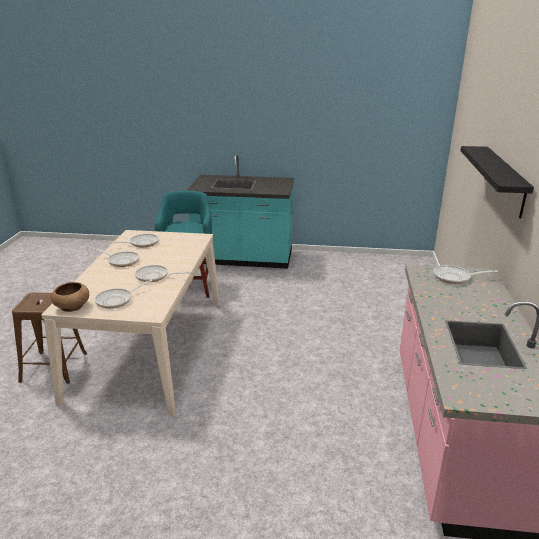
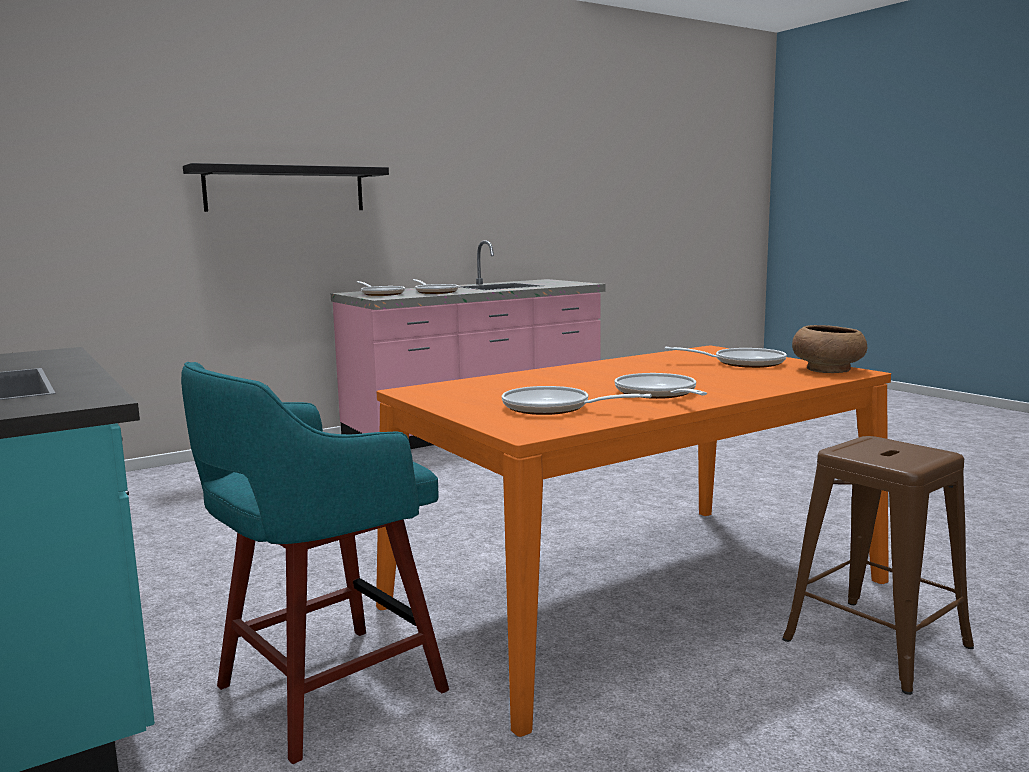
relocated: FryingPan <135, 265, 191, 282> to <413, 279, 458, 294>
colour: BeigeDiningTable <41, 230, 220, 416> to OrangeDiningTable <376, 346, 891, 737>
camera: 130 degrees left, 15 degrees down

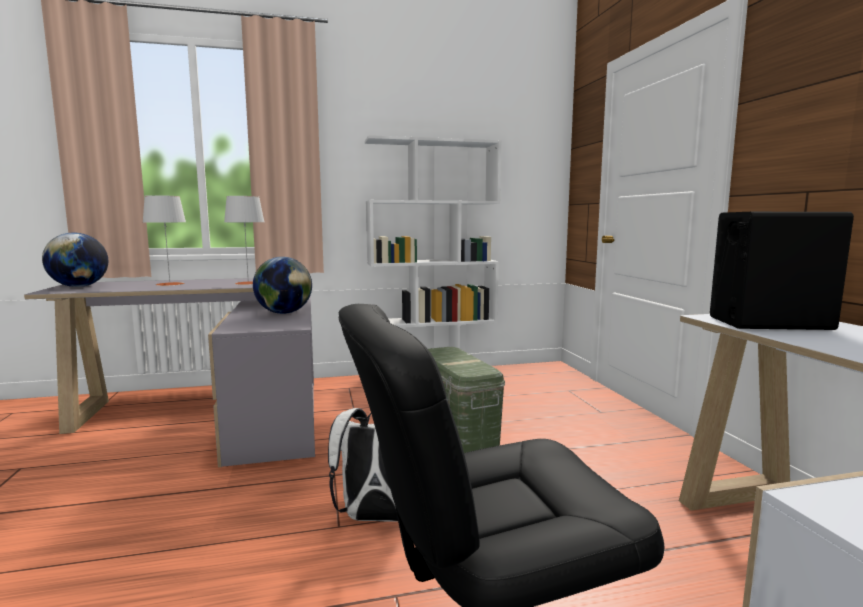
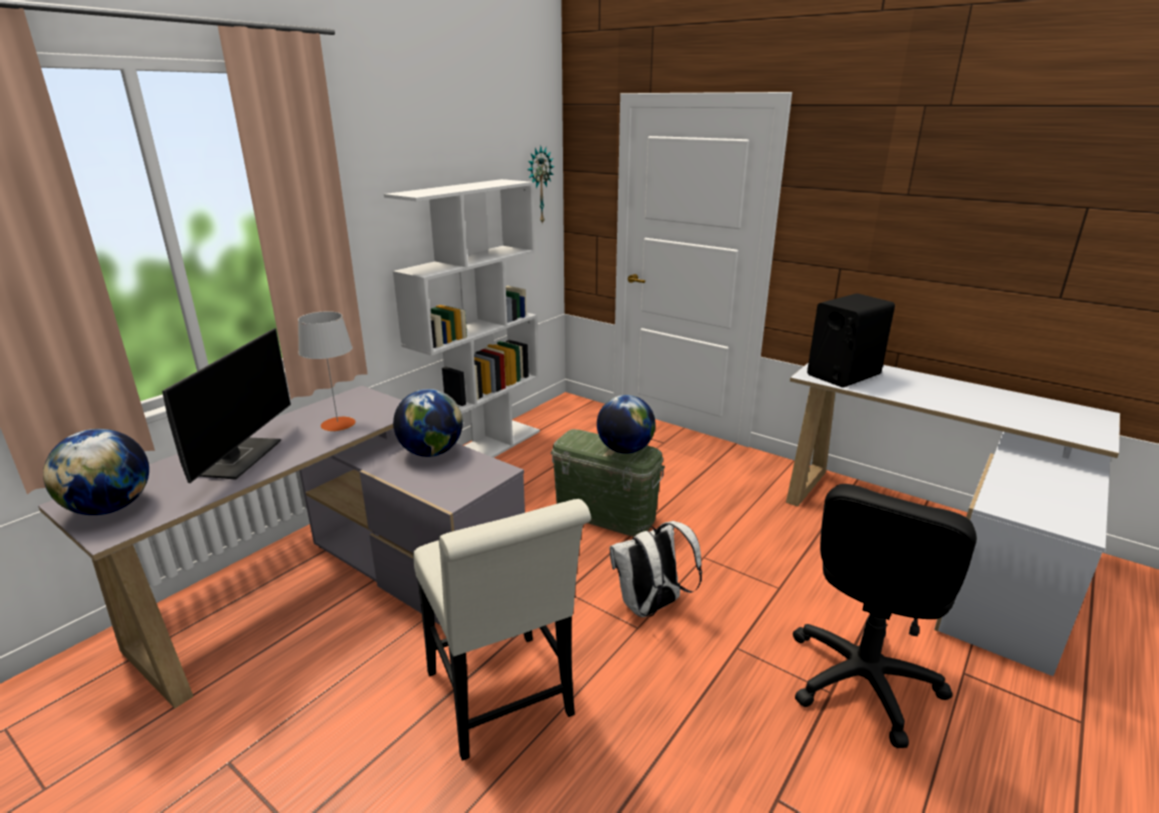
appeared: WhiteChair <413, 499, 591, 761>; WallClock <527, 146, 554, 225>; Globe <597, 395, 656, 454>
exchanged: GreyTableLamp <143, 195, 186, 286> to Monitor <162, 328, 291, 483>
camera: 40 degrees left, 15 degrees up

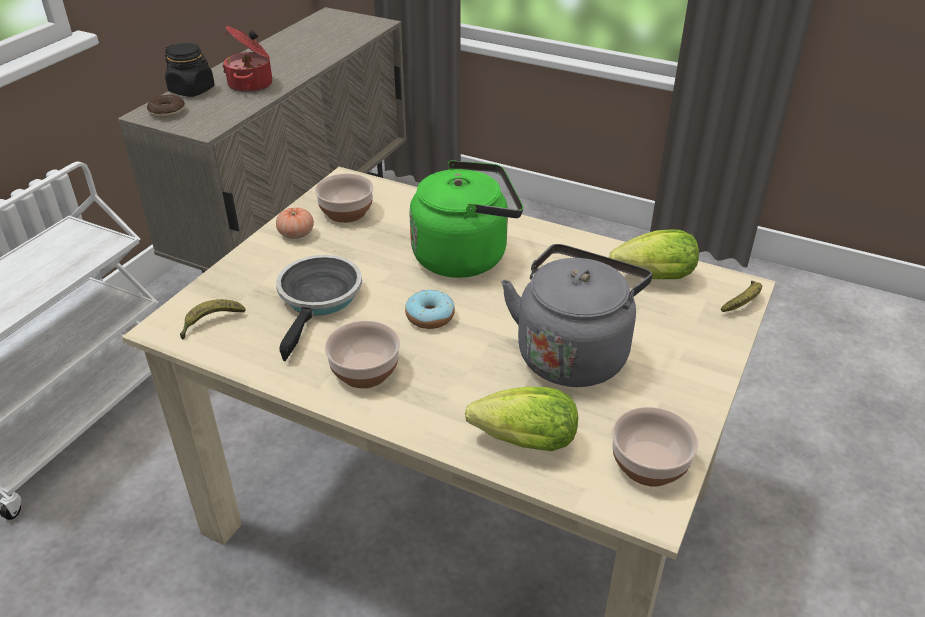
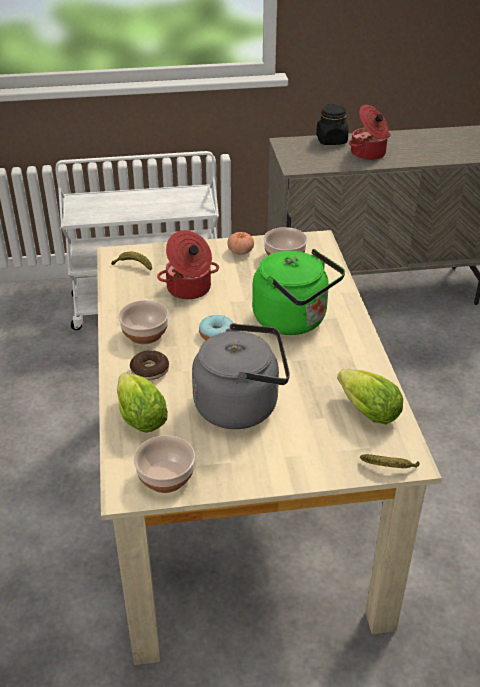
relocated: Donut <147, 95, 185, 118> to <130, 350, 169, 381>
exchanged: FryingPan <276, 255, 362, 361> to CookingPot <157, 230, 219, 299>
camera: 55 degrees right, 0 degrees up

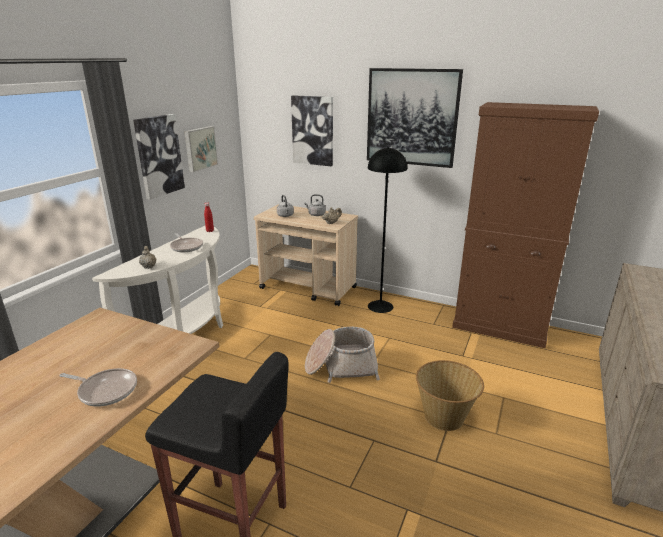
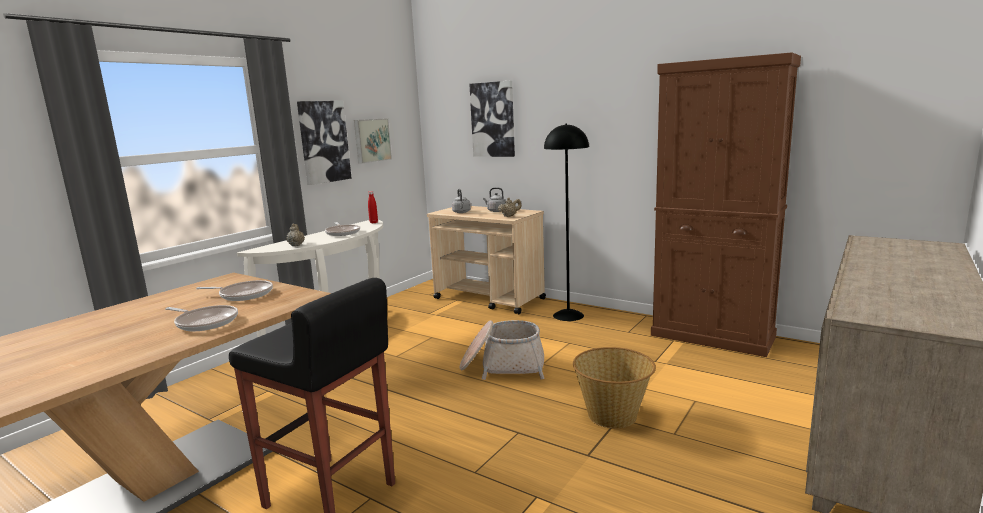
missing: Picture <367, 68, 463, 168>
appeared: FryingPan <196, 280, 273, 301>
camera: 10 degrees right, 10 degrees down

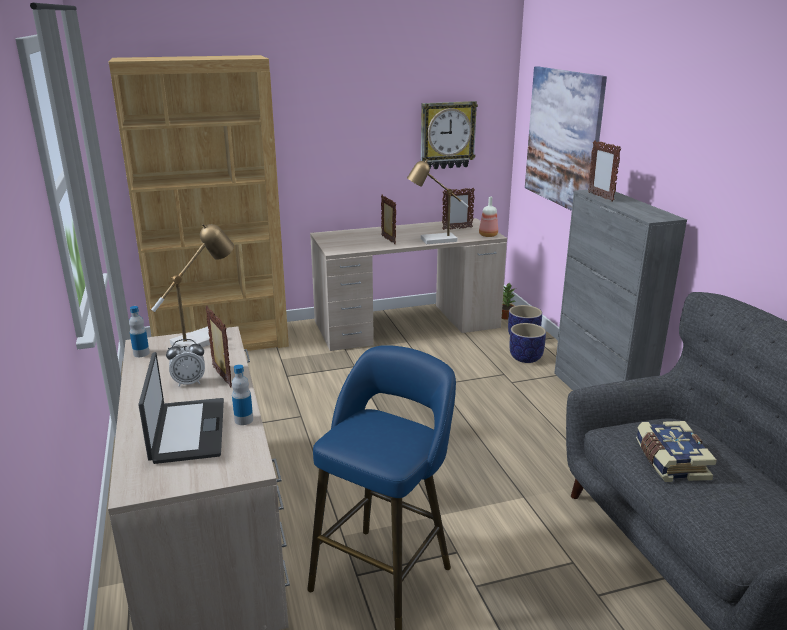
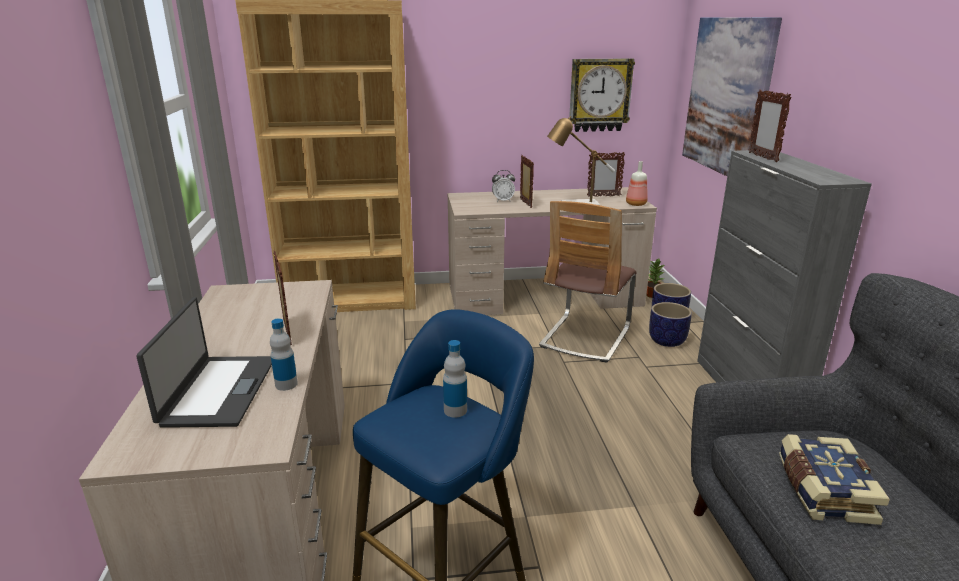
missing: TableLamp <151, 224, 234, 348>
appeared: Chair <539, 201, 636, 362>
relocated: Bottle <129, 306, 150, 357> to <443, 340, 467, 418>; AlarmClock <166, 339, 205, 387> to <492, 170, 515, 202>
camera: 10 degrees right, 0 degrees up

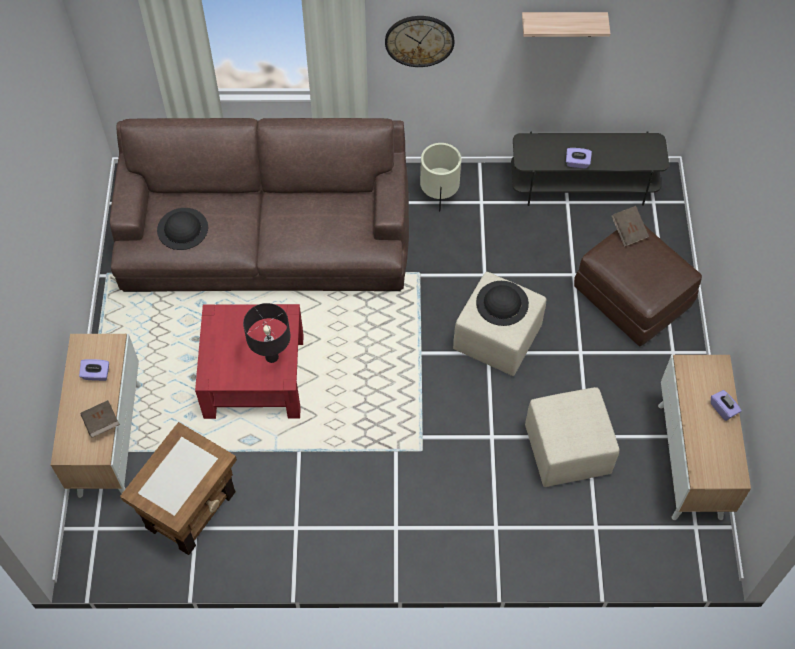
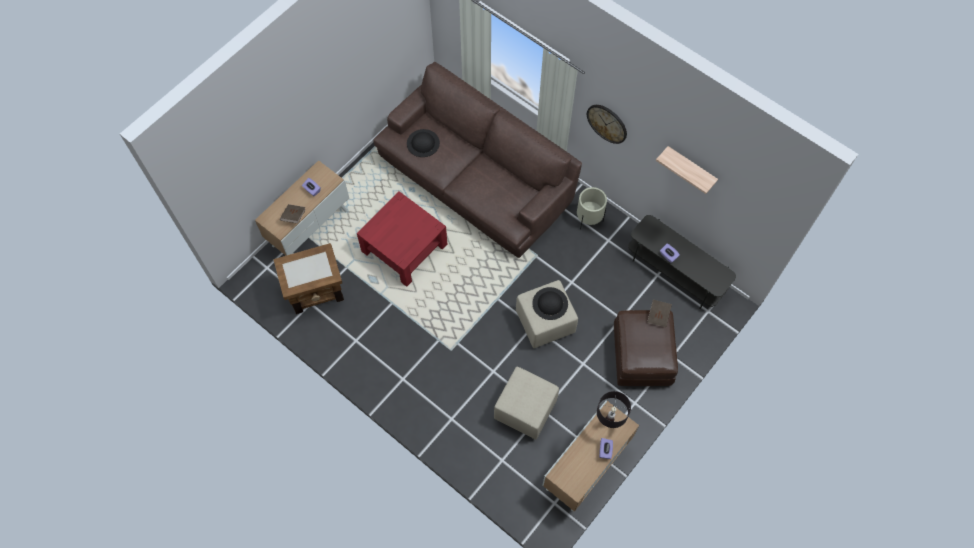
relocated: BlackTableLamp <243, 303, 291, 363> to <597, 391, 631, 428>
camera: 40 degrees right, 5 degrees up

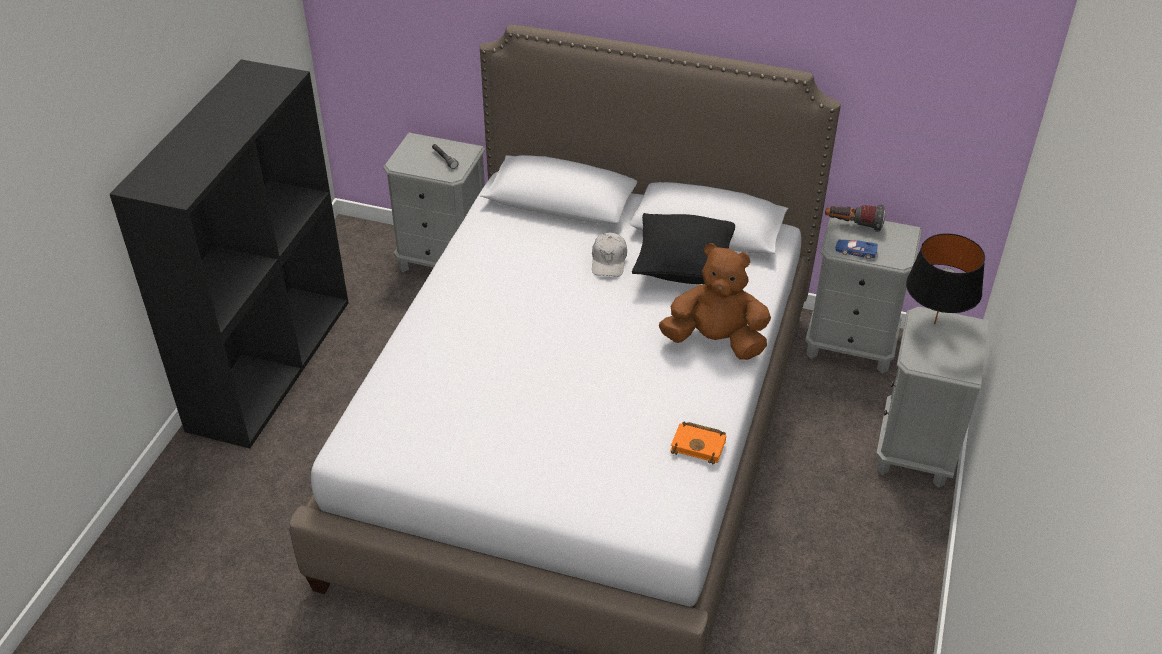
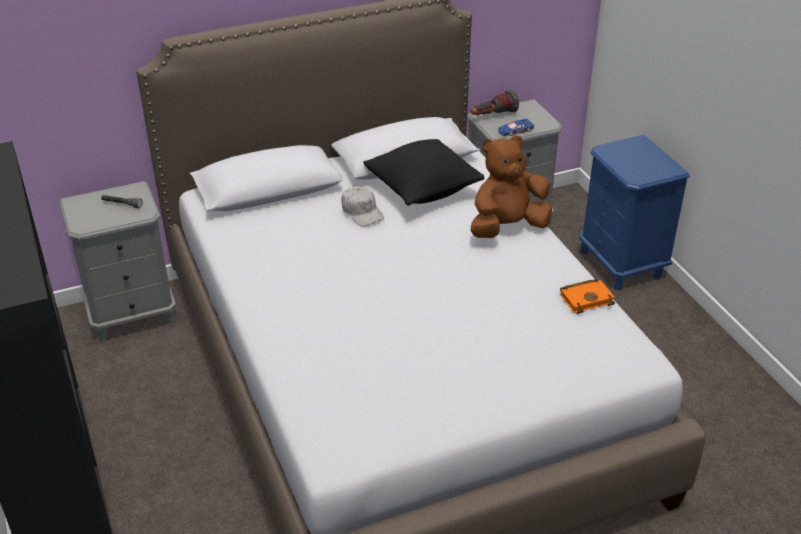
missing: BlackTableLamp <906, 233, 985, 325>
colour: GreyNightstand <876, 307, 989, 488> to BlueNightstand <579, 135, 690, 291>
camera: 40 degrees left, 5 degrees down

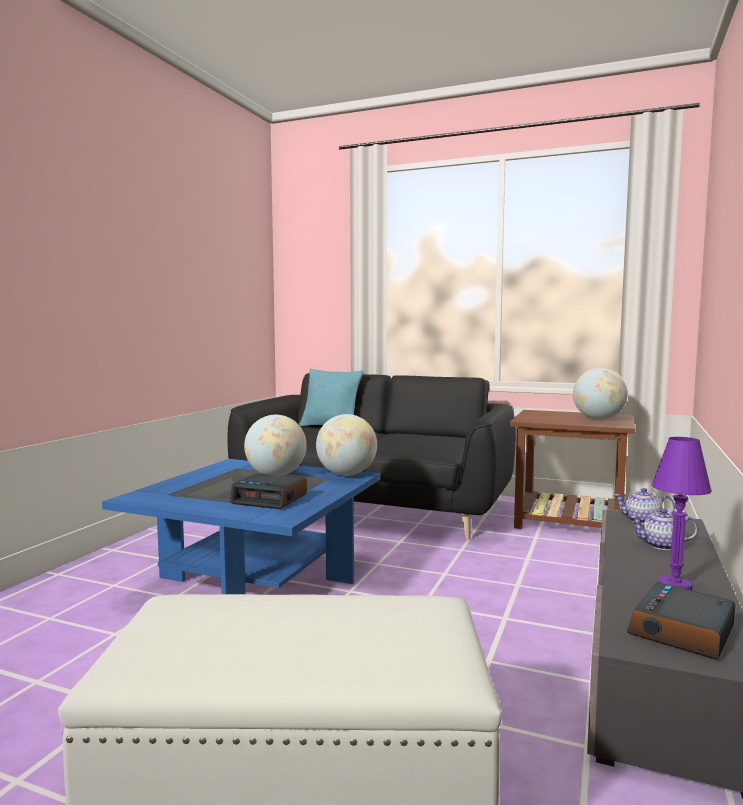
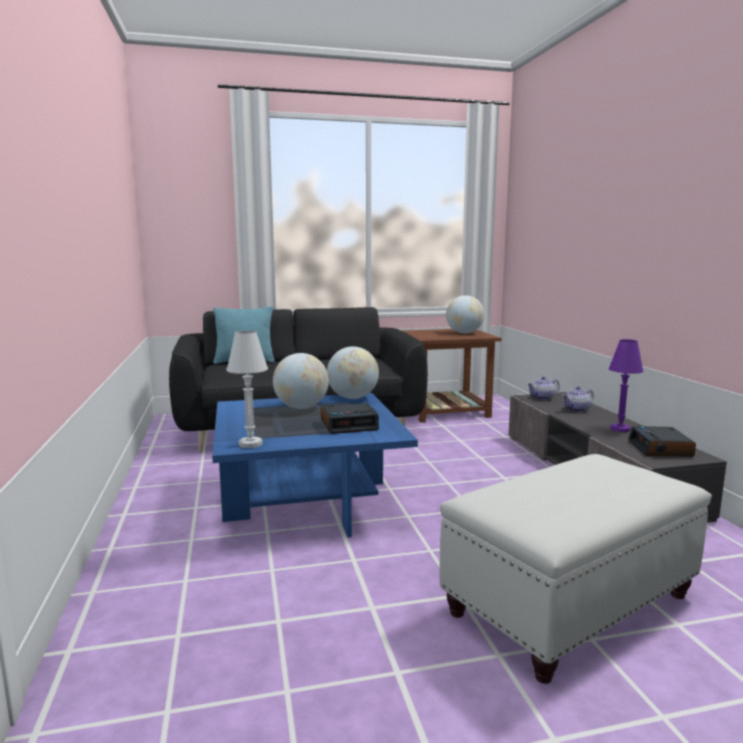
appeared: WhiteTableLamp <226, 331, 268, 448>
camera: 35 degrees left, 5 degrees up

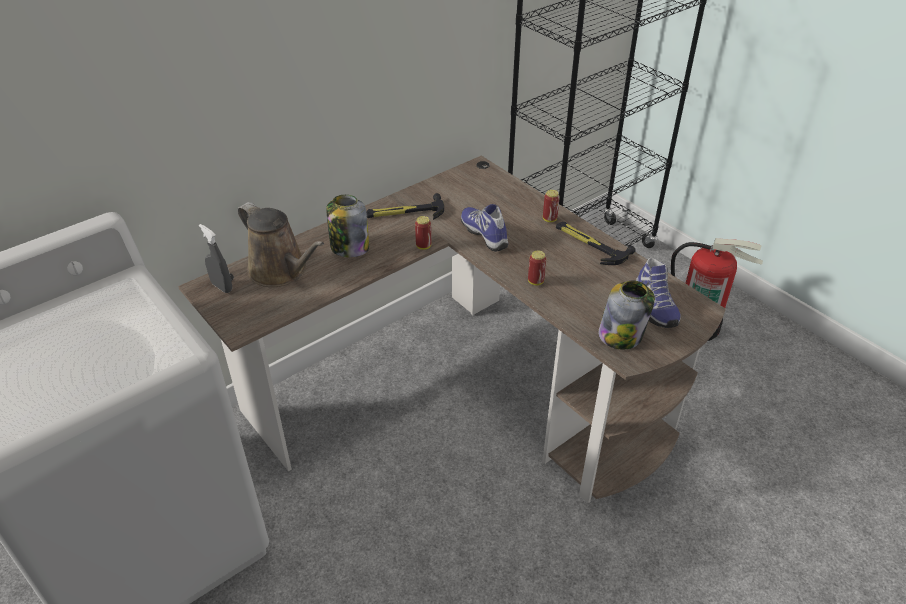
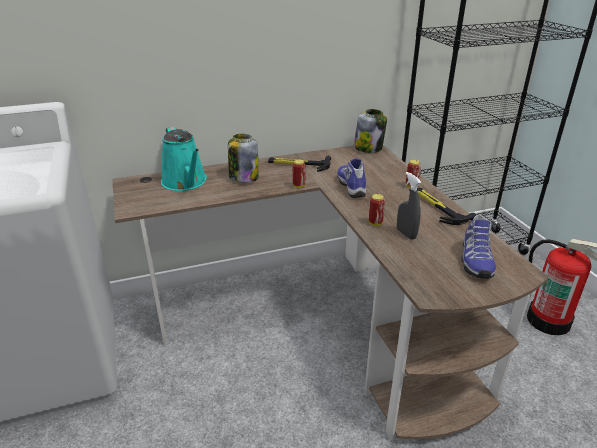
relocated: GreySprayBottle <199, 224, 232, 293> to <397, 172, 421, 240>; Jar <598, 281, 655, 349> to <354, 109, 387, 153>
colour: BrownWateringCan <238, 202, 324, 287> to TurquoiseWateringCan <161, 126, 207, 191>
camera: 20 degrees right, 10 degrees down

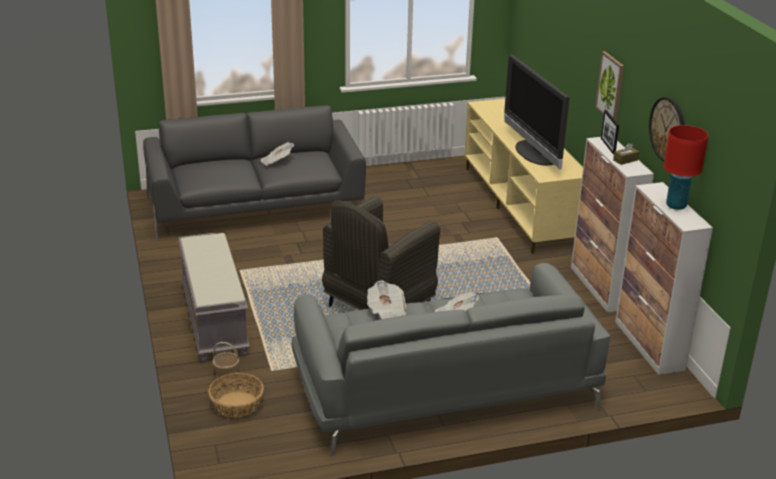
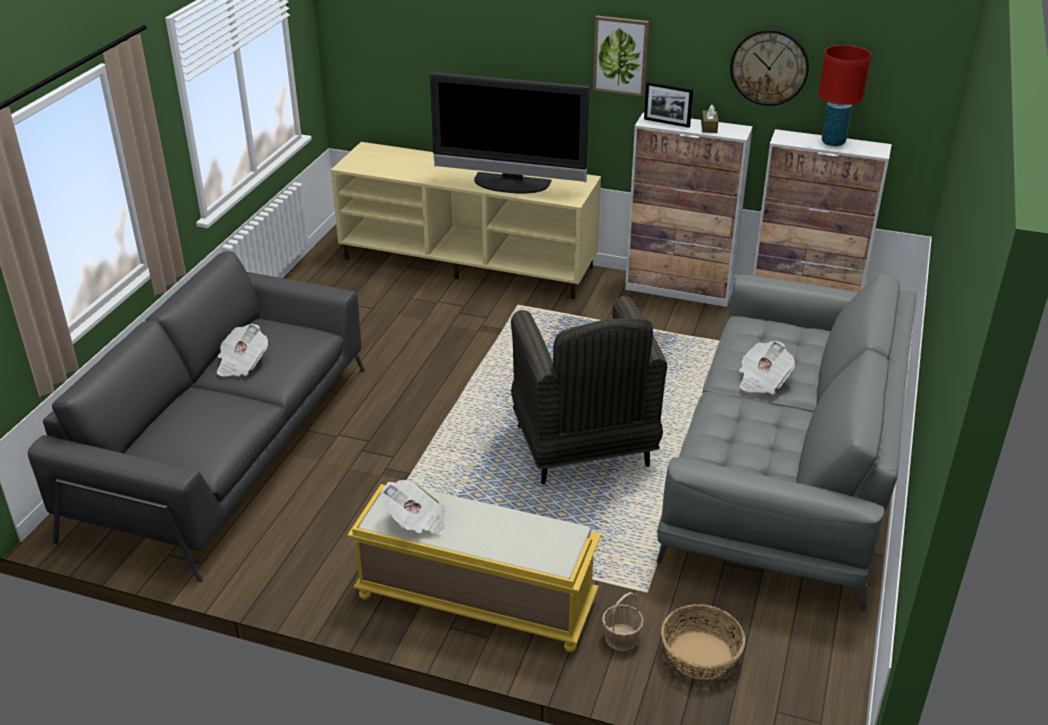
relocated: Newspaper <367, 280, 406, 319> to <382, 480, 445, 535>
colour: GreyBench <178, 233, 250, 362> to YellowBench <347, 482, 601, 652>
camera: 55 degrees left, 5 degrees up

